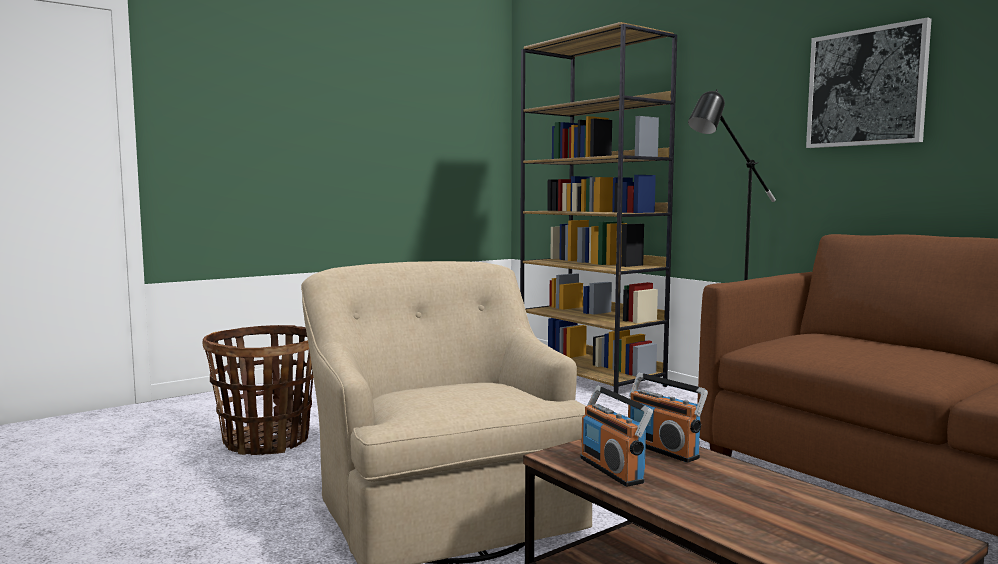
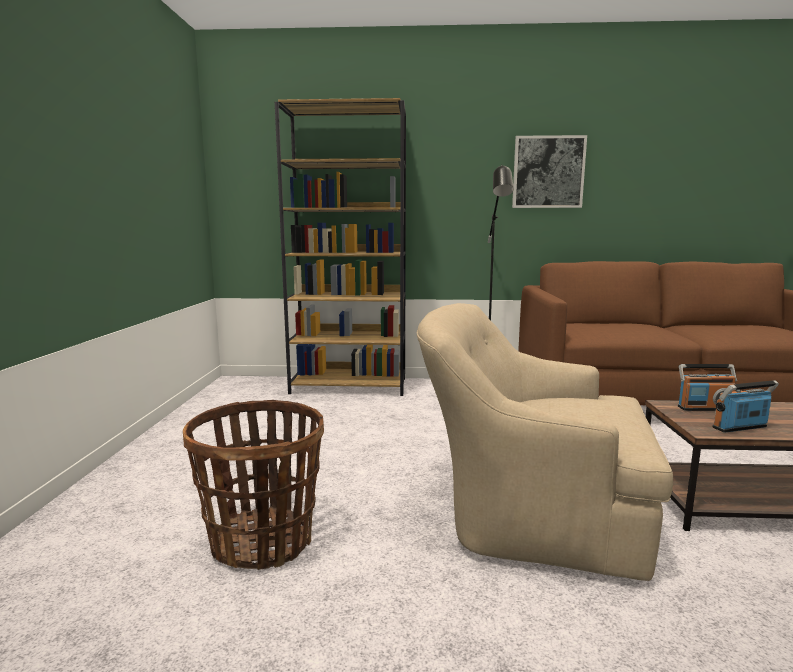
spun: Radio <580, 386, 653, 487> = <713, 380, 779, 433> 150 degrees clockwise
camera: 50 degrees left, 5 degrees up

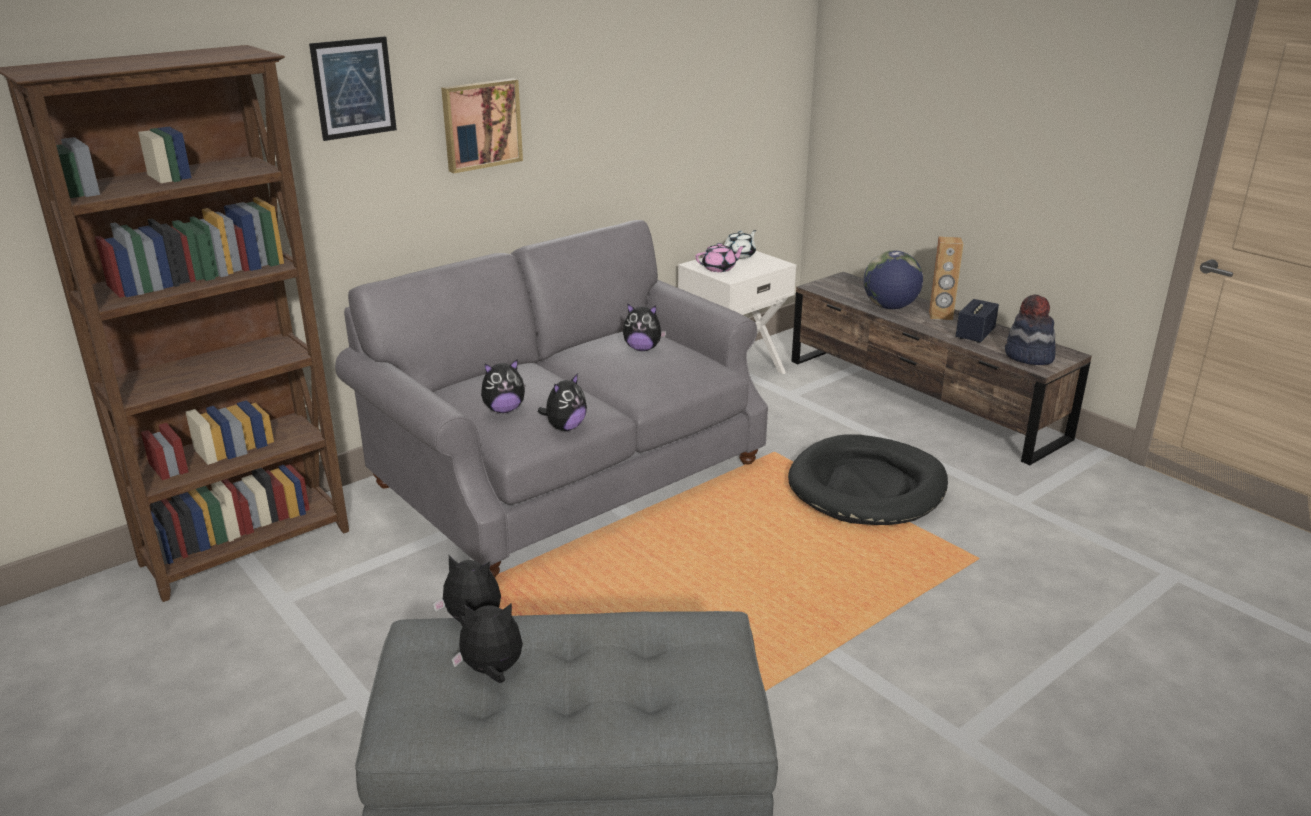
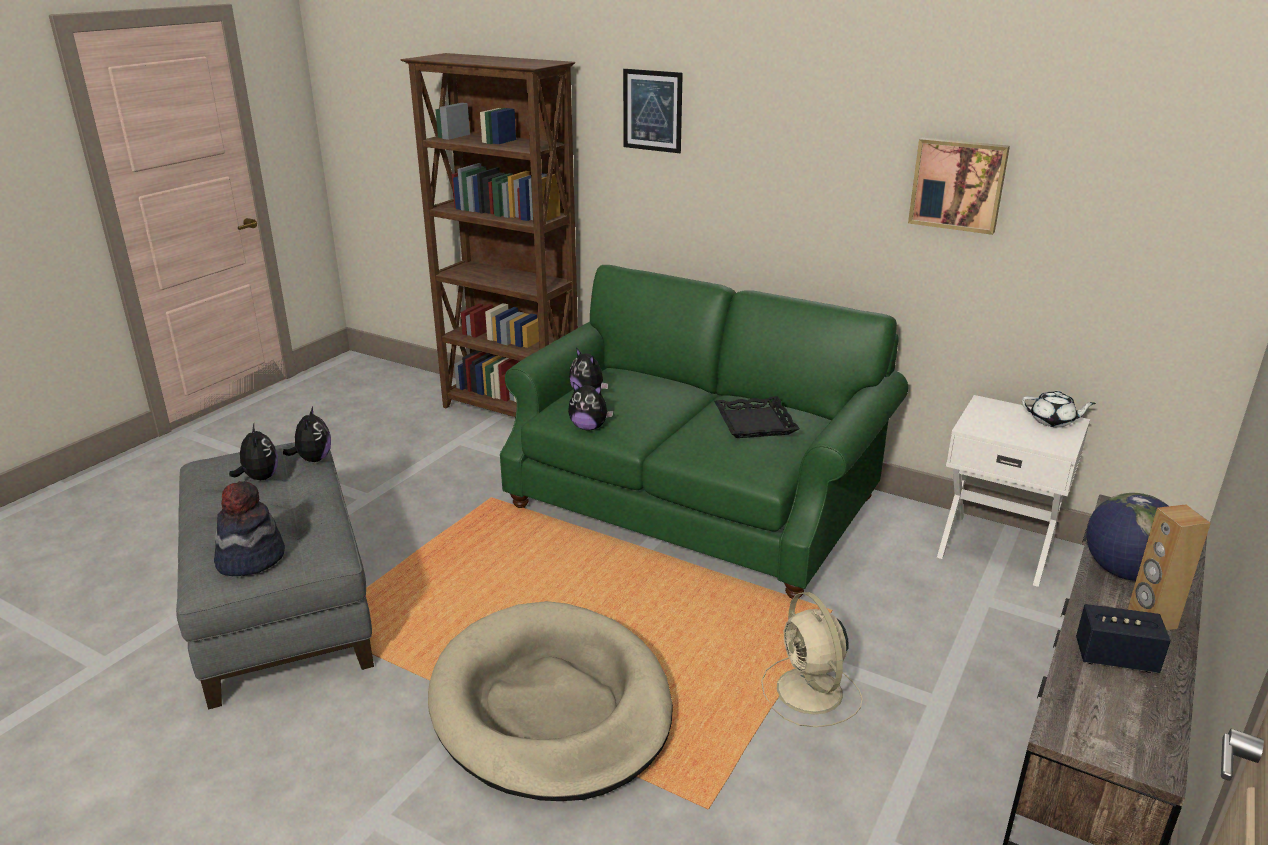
missing: PinkTeapot <695, 243, 745, 272>
appeared: BeigeDogBed <428, 601, 673, 801>
relocated: Picture <441, 78, 523, 173> to <908, 138, 1010, 235>; Hat <1005, 295, 1055, 365> to <214, 481, 285, 576>
exchanged: PlushToy <623, 303, 667, 351> to BlackTray <714, 396, 800, 438>; BlackDogBed <788, 434, 948, 525> to BeigeFan <761, 592, 863, 727>
colour: GreySofa <335, 220, 768, 577> to GreenSofa <500, 265, 908, 599>
camera: 70 degrees right, 0 degrees up

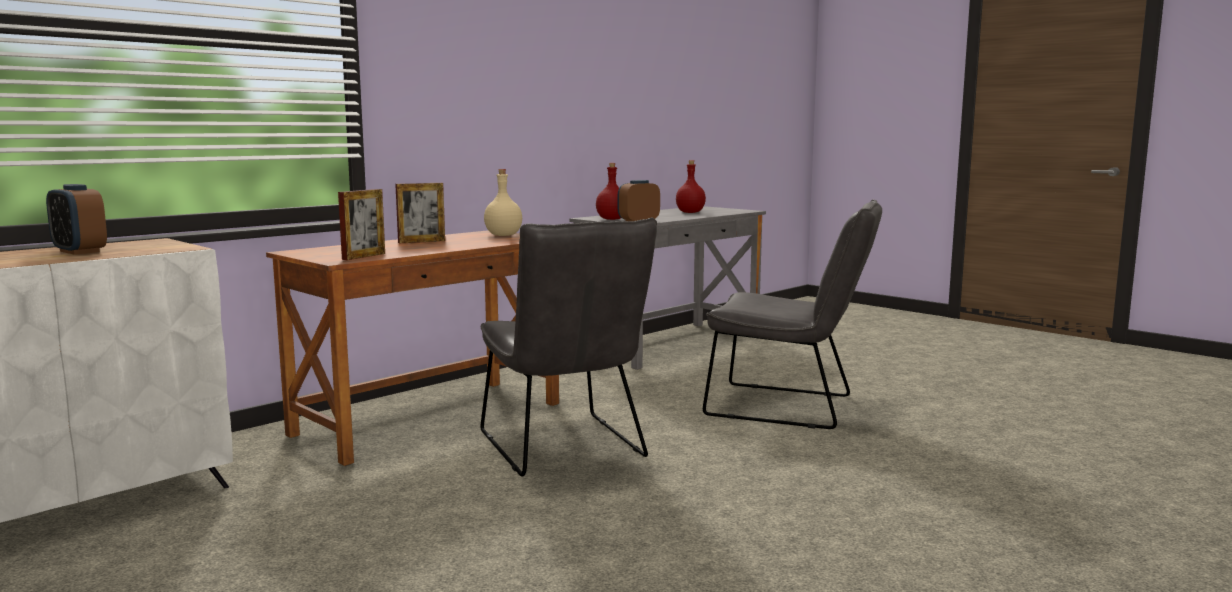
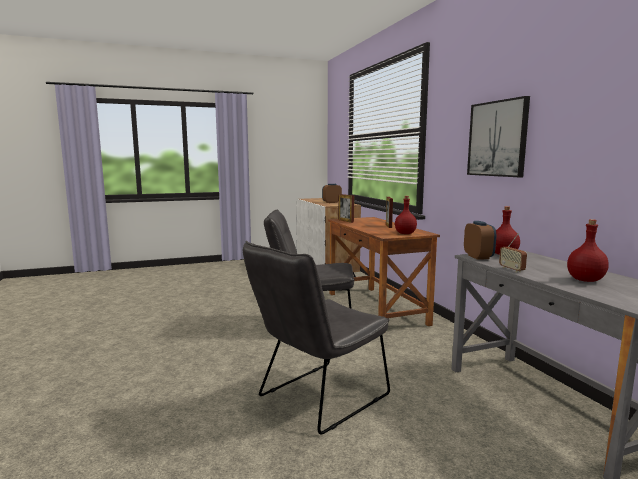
appeared: Picture <467, 96, 530, 177>; Radio <499, 233, 527, 272>
colour: BeigeBottle <484, 169, 522, 236> to RedBottle <395, 196, 417, 234>
camera: 115 degrees right, 0 degrees up

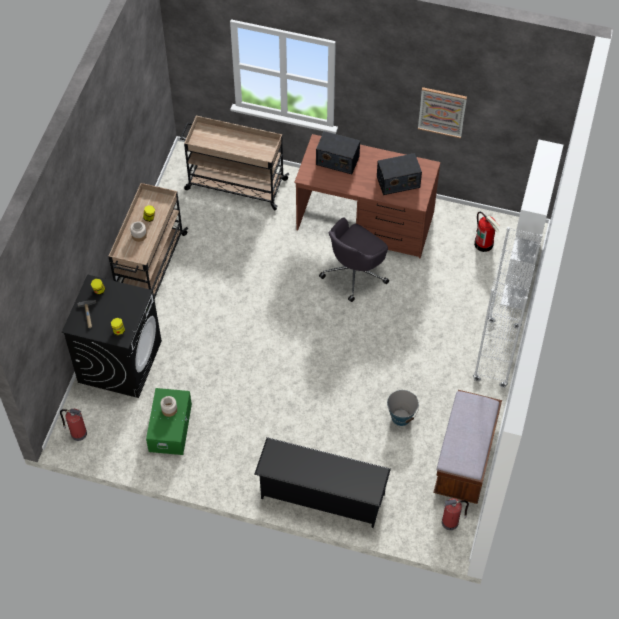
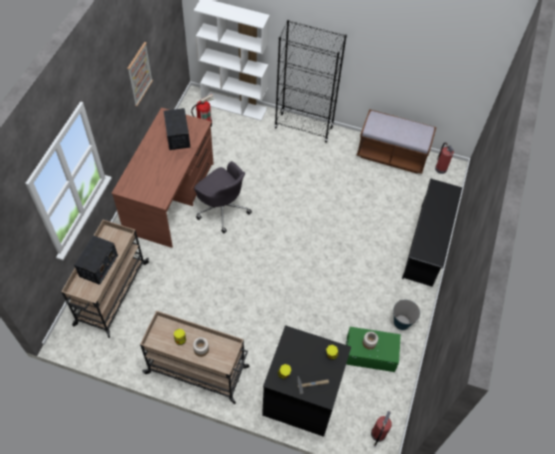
relocated: Radio <316, 131, 360, 174> to <74, 235, 118, 285>; Bucket <387, 390, 419, 426> to <393, 300, 420, 330>
colour: WhiteBookcase <473, 227, 543, 388> to BlackBookcase <274, 20, 347, 143>
camera: 90 degrees left, 0 degrees up

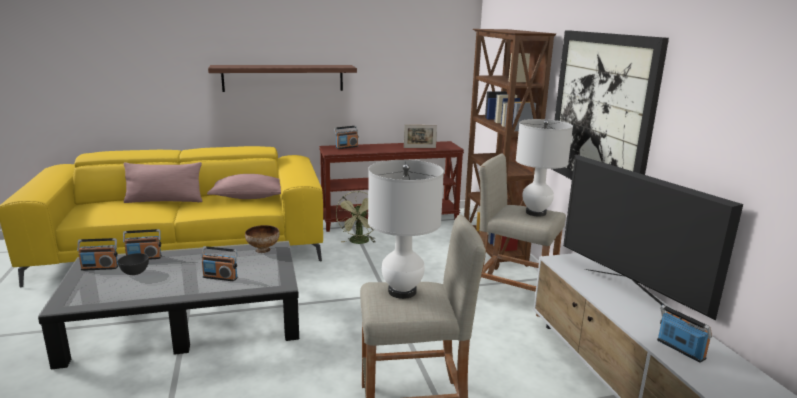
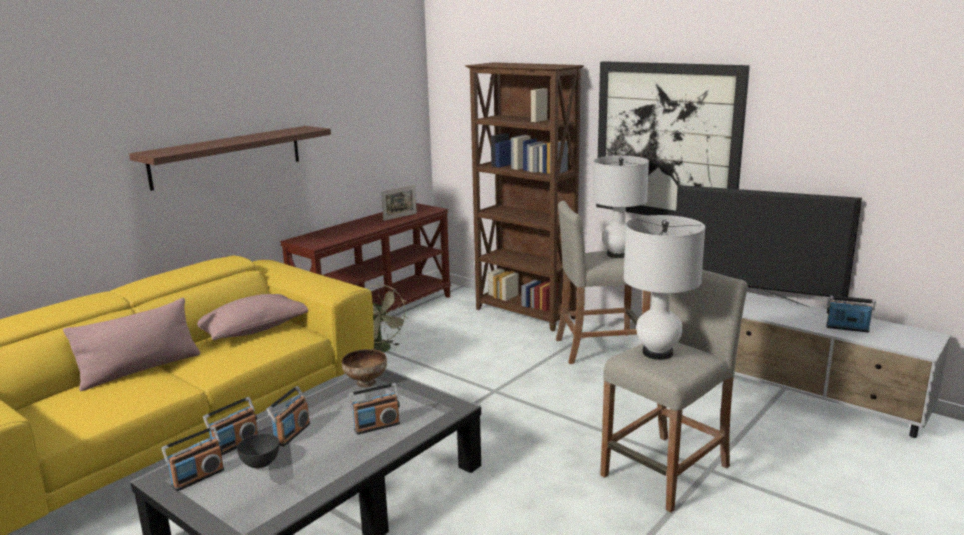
relocated: Radio <334, 126, 359, 149> to <266, 386, 310, 446>
camera: 35 degrees left, 0 degrees up

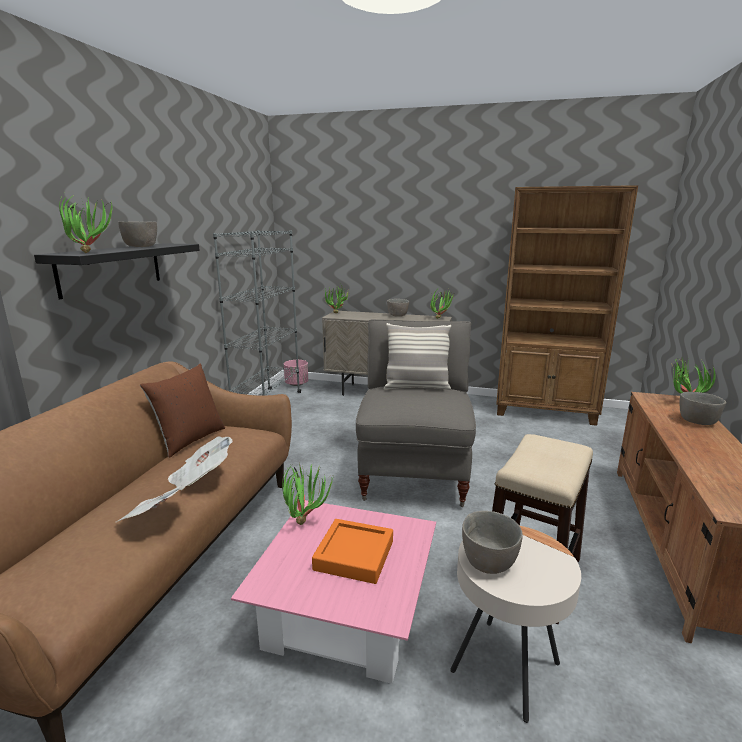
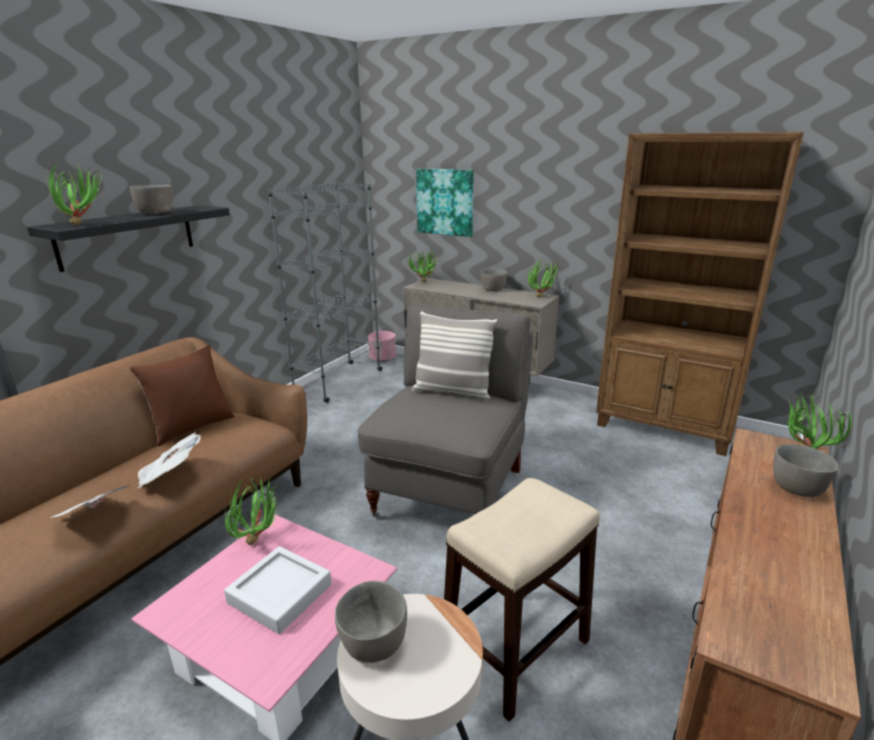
appeared: Picture <416, 168, 474, 237>
colour: OrangeTray <312, 519, 393, 584> to GreyTray <224, 546, 332, 634>
camera: 15 degrees right, 5 degrees up

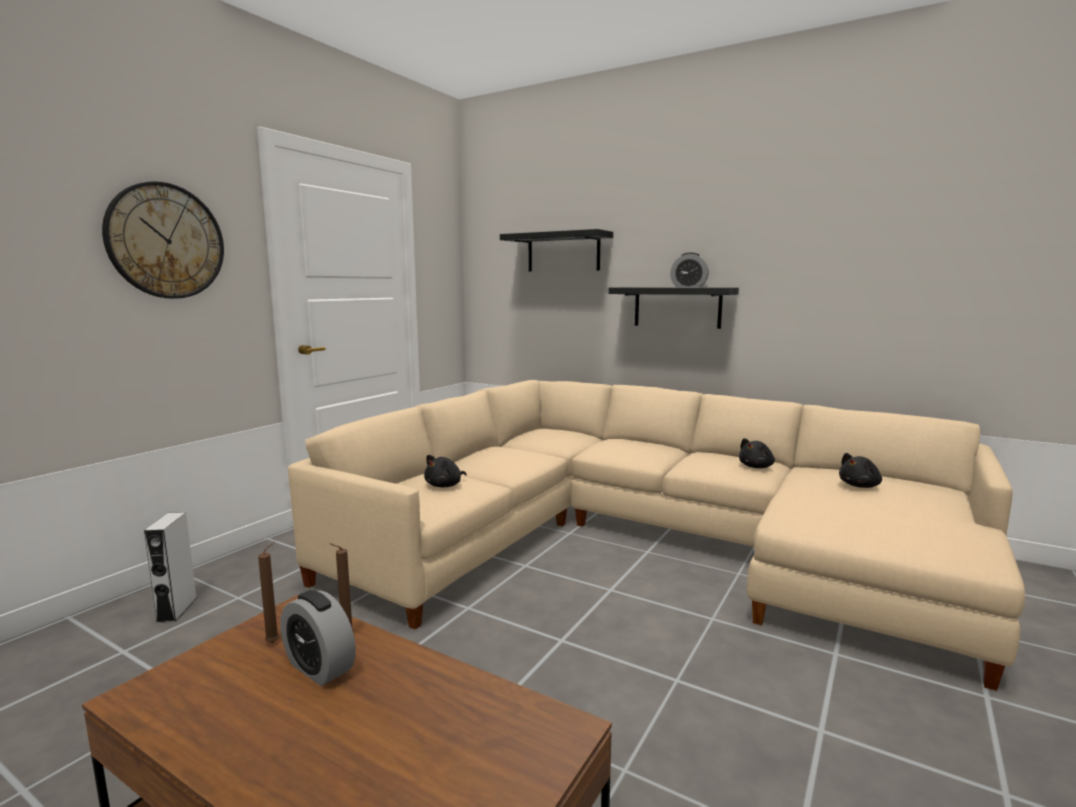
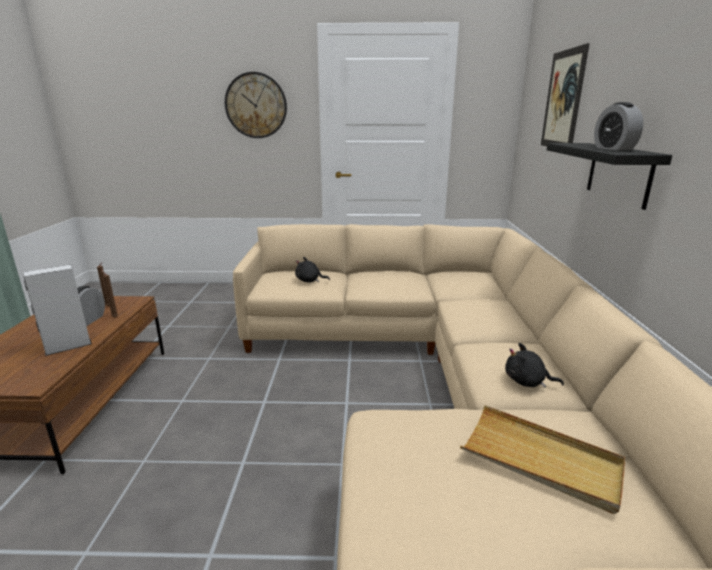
relocated: GreySpeaker <144, 512, 197, 623> to <23, 264, 92, 356>
exchanged: BlackShelf <500, 229, 613, 271> to Picture <541, 43, 590, 146>; BlackPlushToy <839, 453, 882, 488> to BeigeTray <460, 405, 625, 514>
camera: 60 degrees right, 10 degrees up

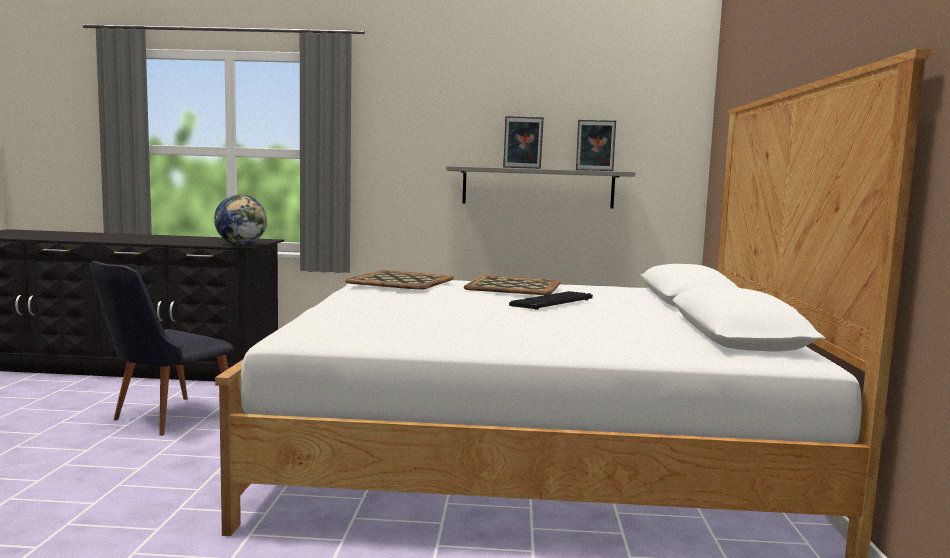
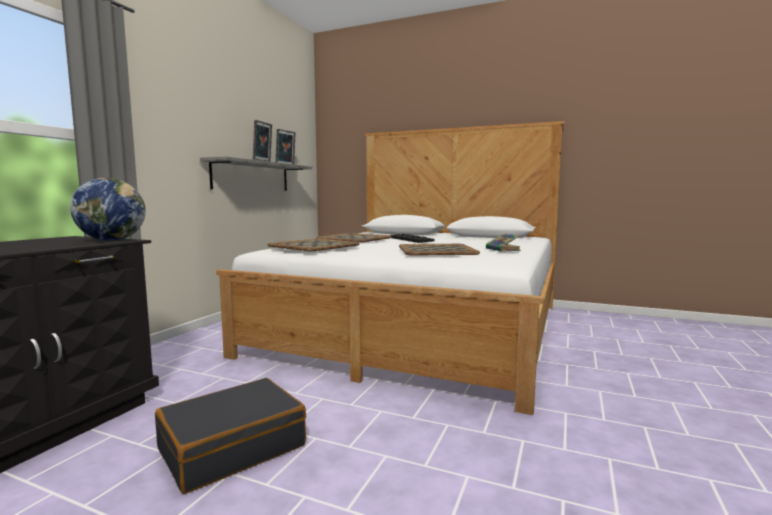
appeared: Tray <399, 244, 480, 256>; Book <486, 233, 521, 252>
exchanged: BlackChair <90, 261, 233, 436> to BlackSuitcase <155, 378, 306, 494>
camera: 70 degrees left, 0 degrees up

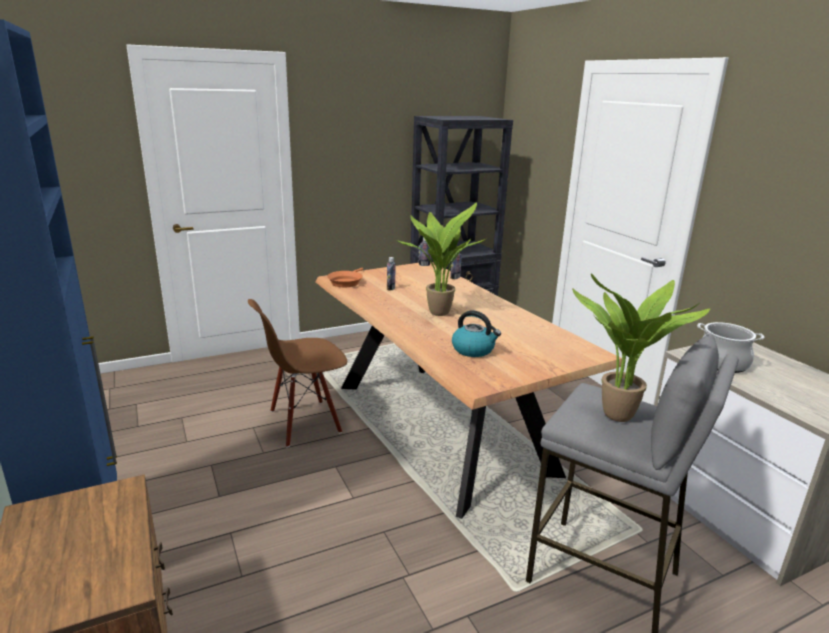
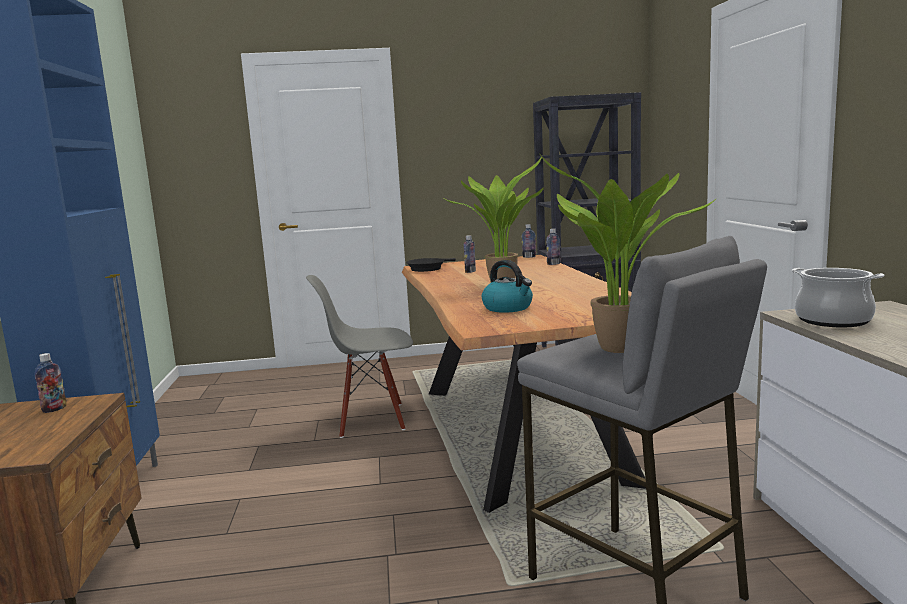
appeared: Bottle <35, 353, 67, 413>
colour: BrownChair <248, 299, 347, 448> to GreyChair <306, 275, 413, 438>; OrangeFryingPan <327, 268, 363, 287> to BlackFryingPan <406, 258, 456, 272>
camera: 20 degrees right, 10 degrees down

